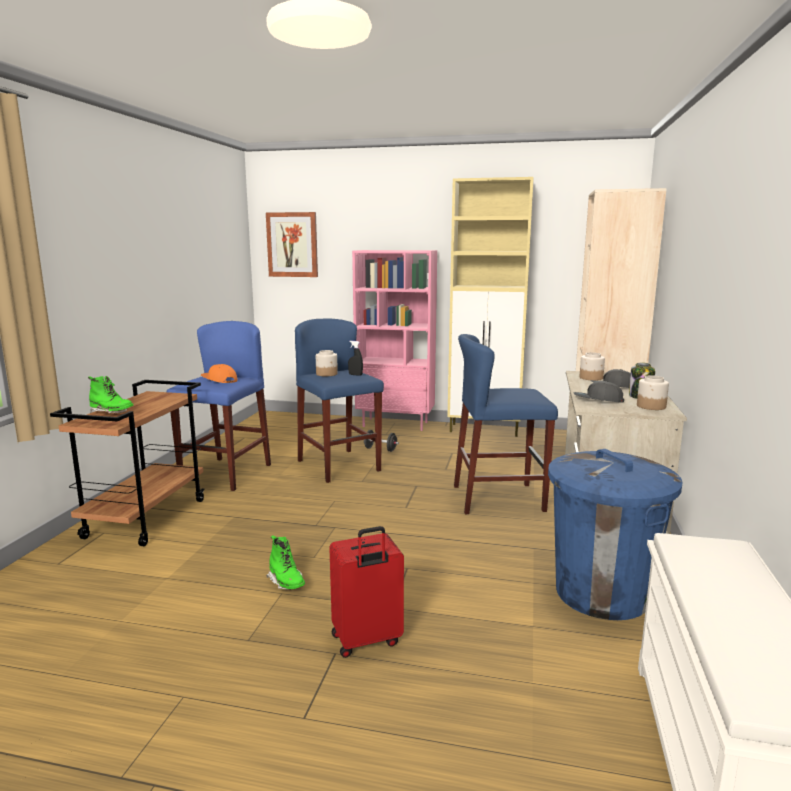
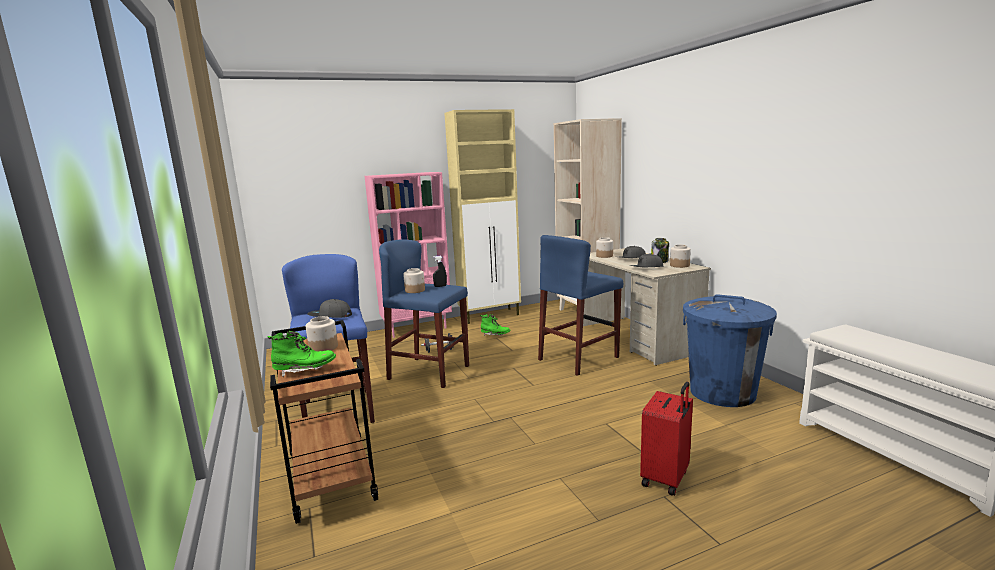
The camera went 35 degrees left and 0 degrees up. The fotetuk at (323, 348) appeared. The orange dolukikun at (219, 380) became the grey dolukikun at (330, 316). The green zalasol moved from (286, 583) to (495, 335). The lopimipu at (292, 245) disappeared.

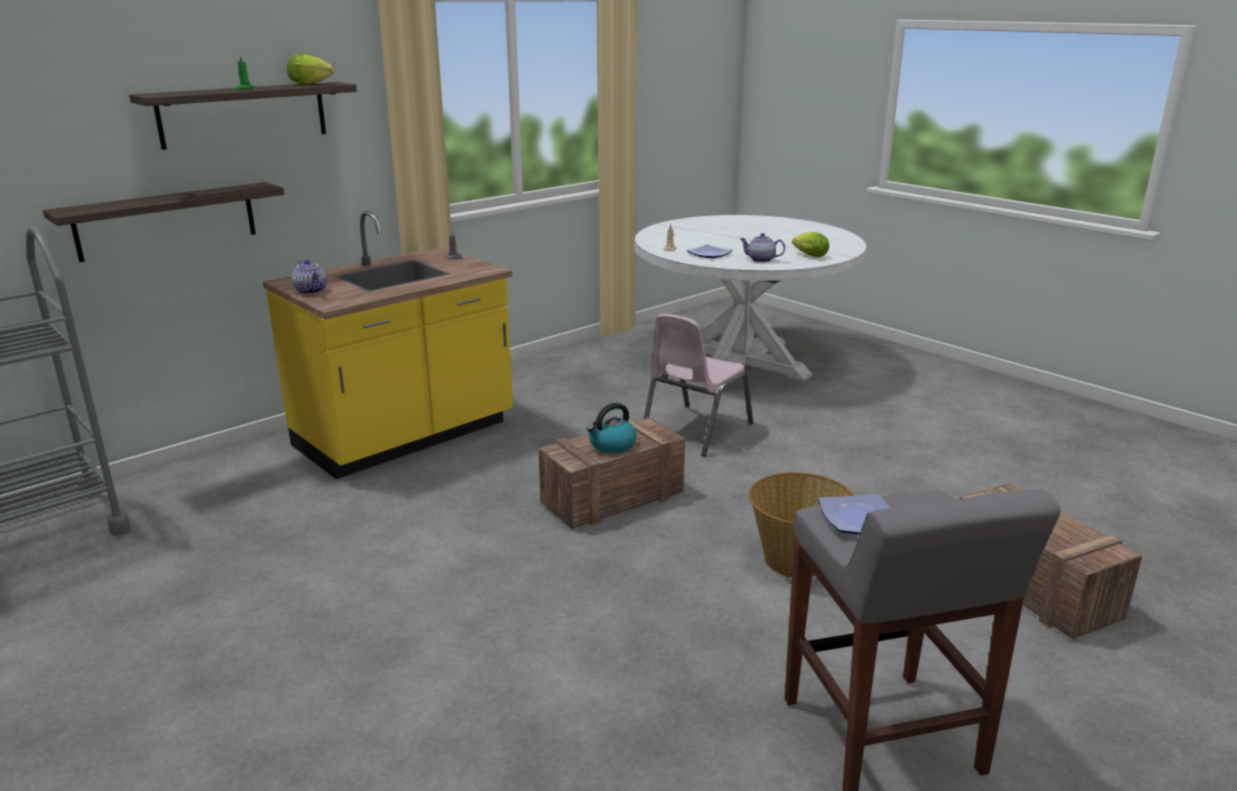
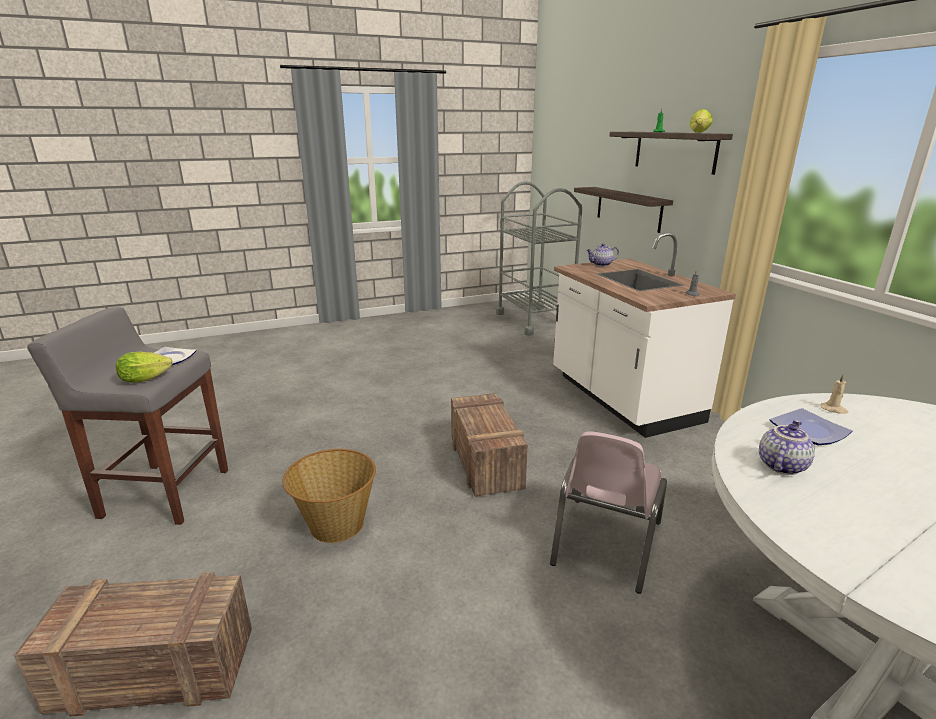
The camera went 110 degrees right and 0 degrees up. The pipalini moved from (808, 255) to (148, 379). The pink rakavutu at (695, 430) turned 120 degrees counterclockwise. The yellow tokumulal at (405, 436) became the white tokumulal at (622, 398). The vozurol at (612, 445) disappeared.

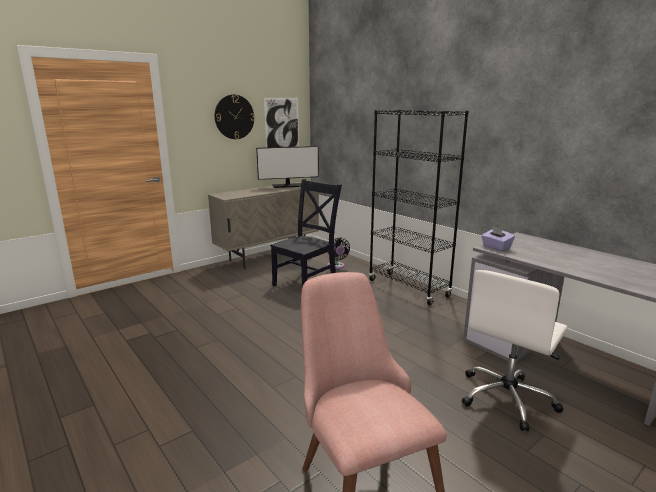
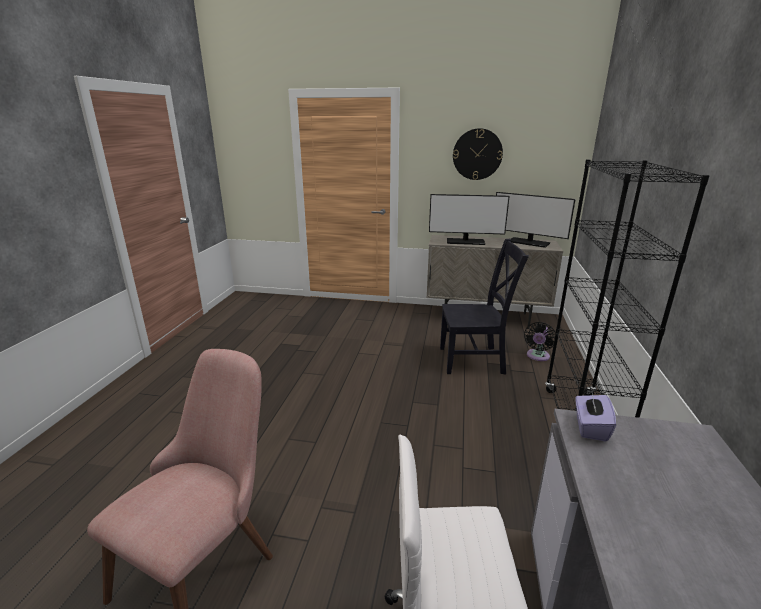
The camera went 50 degrees right and 5 degrees up. The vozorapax at (465, 242) appeared. The lopimipu at (282, 125) disappeared.

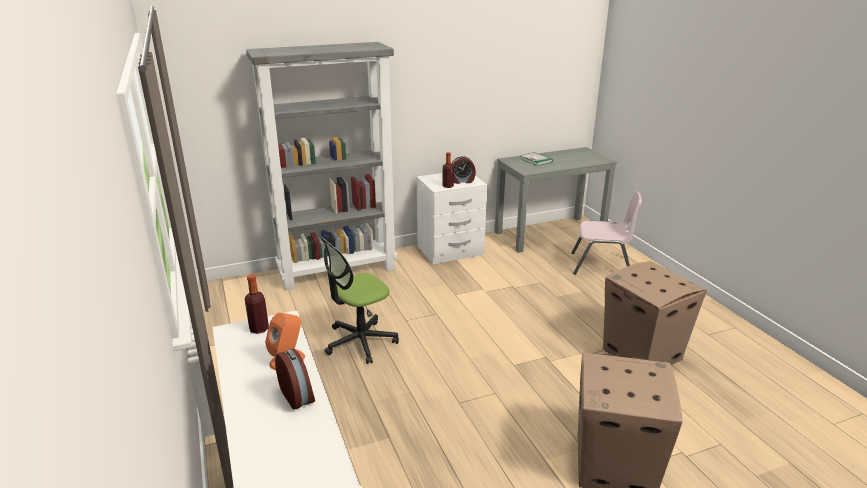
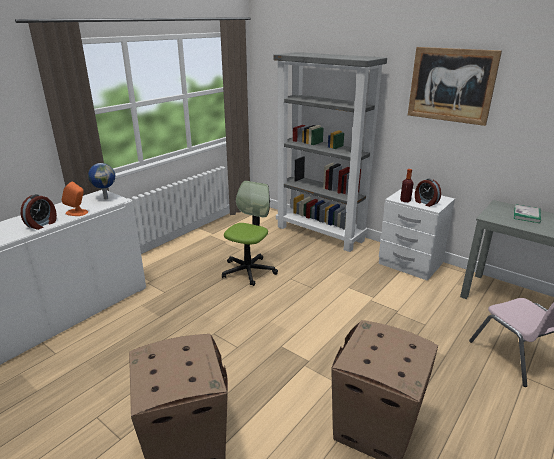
The camera went 60 degrees right and 0 degrees up. The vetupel at (259, 329) was replaced by the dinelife at (106, 198). The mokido at (360, 341) turned 90 degrees clockwise. The lopimipu at (451, 85) appeared.

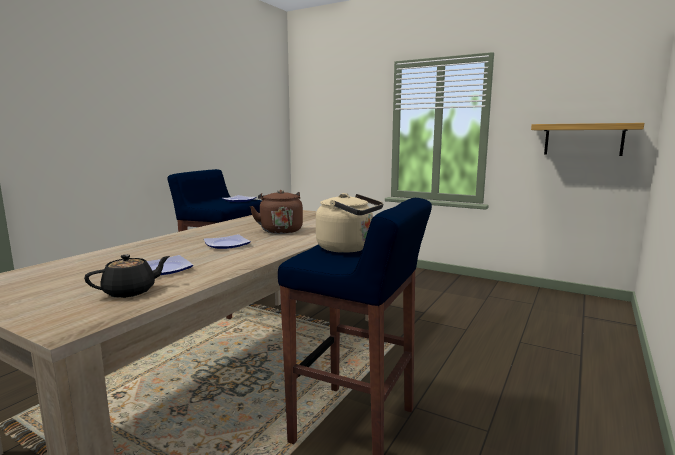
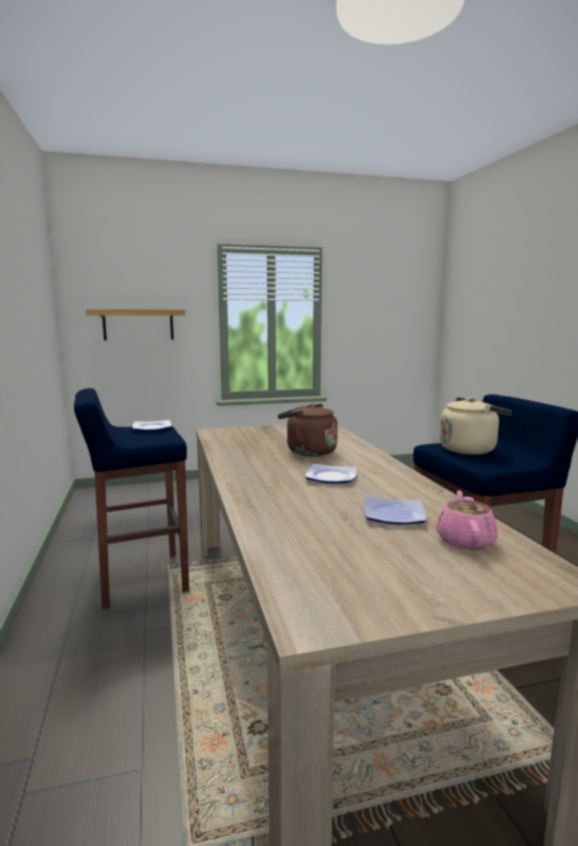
The camera went 45 degrees left and 0 degrees up. The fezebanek moved from (583, 139) to (138, 325). The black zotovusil at (131, 292) became the pink zotovusil at (465, 540).

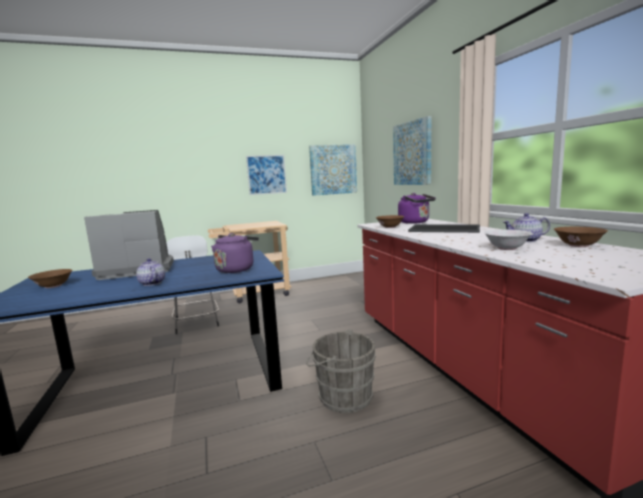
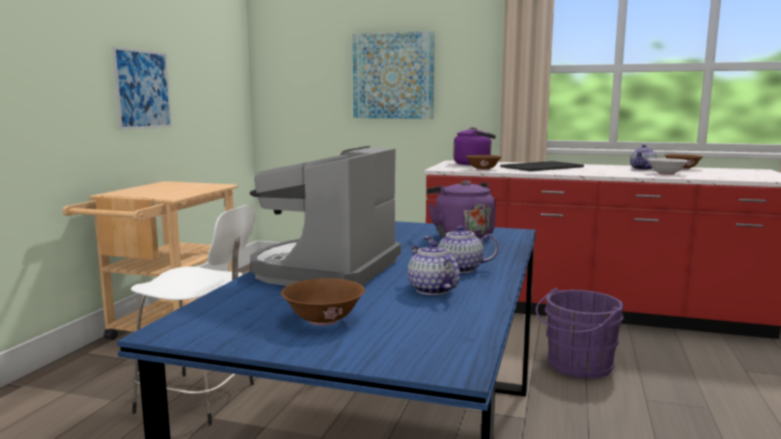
The camera went 55 degrees left and 0 degrees up. The zotovusil at (431, 290) appeared. The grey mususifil at (342, 396) became the purple mususifil at (577, 366). The lopimipu at (333, 169) disappeared.

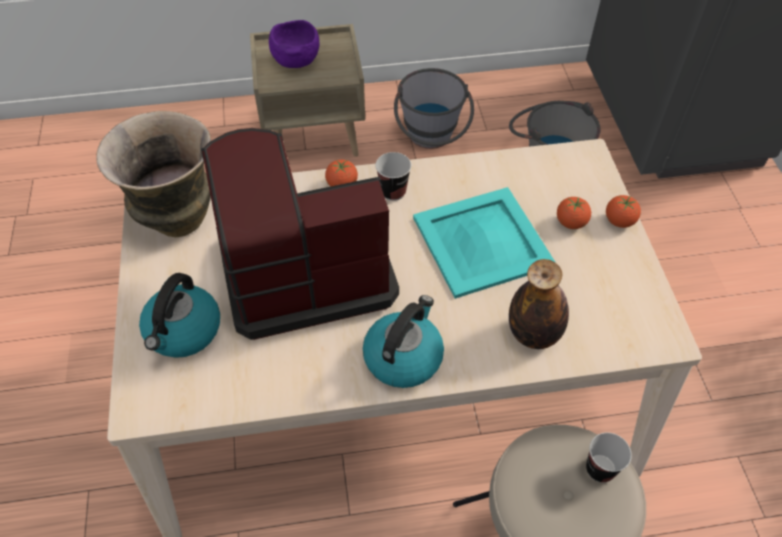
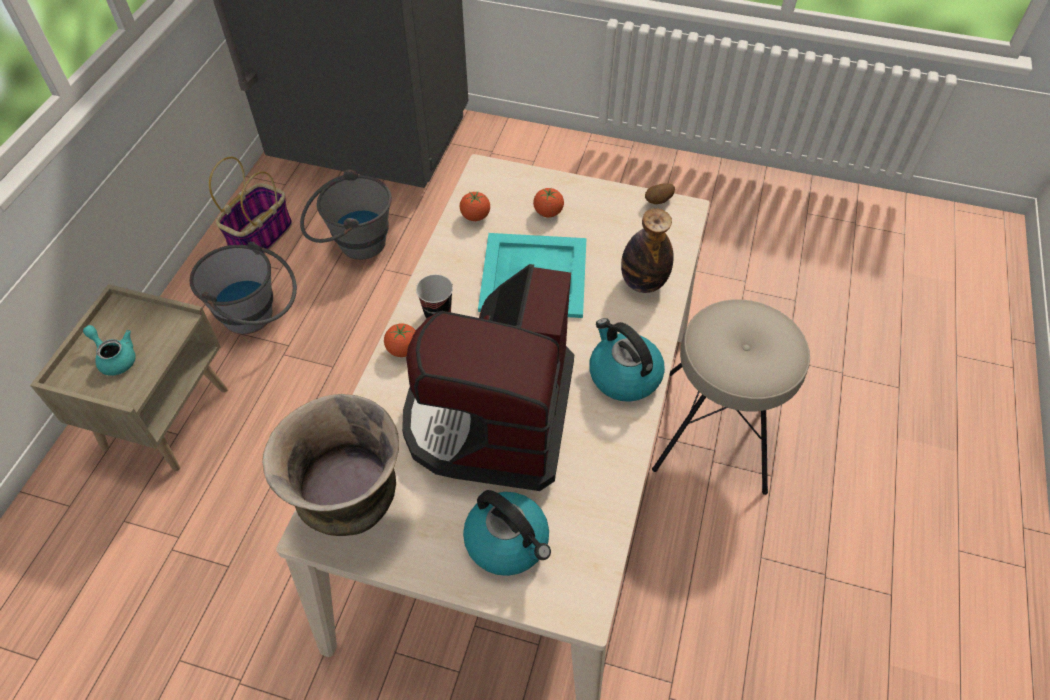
The camera went 65 degrees left and 0 degrees up. The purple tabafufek at (296, 61) was replaced by the turquoise zotovusil at (115, 358). The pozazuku at (261, 236) appeared. The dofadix moved from (619, 221) to (475, 216). The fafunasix at (658, 201) appeared. The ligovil at (600, 469) disappeared.

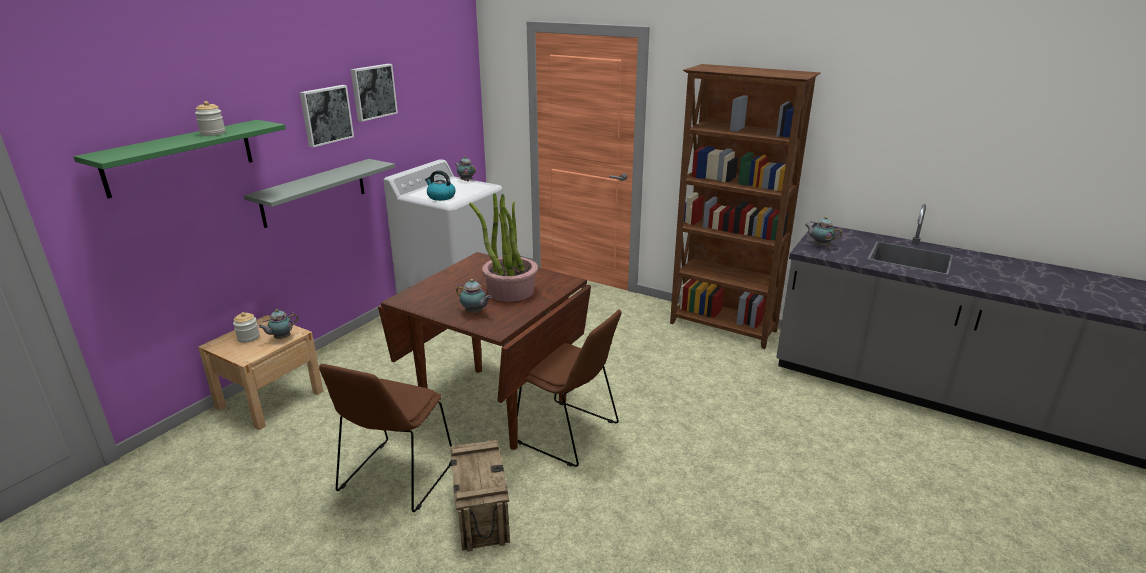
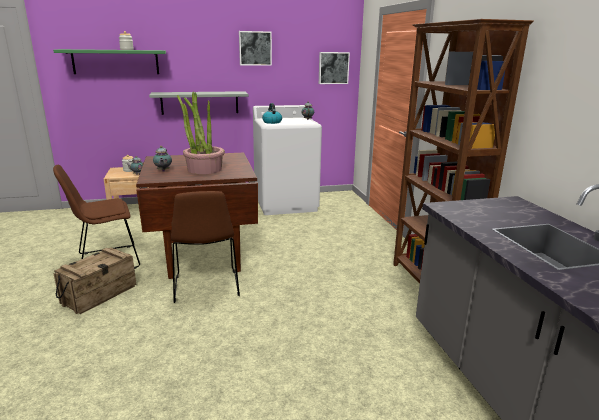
The camera went 45 degrees right and 5 degrees down. The lopimipu moved from (325, 115) to (333, 68). The zotovusil at (820, 245) disappeared.

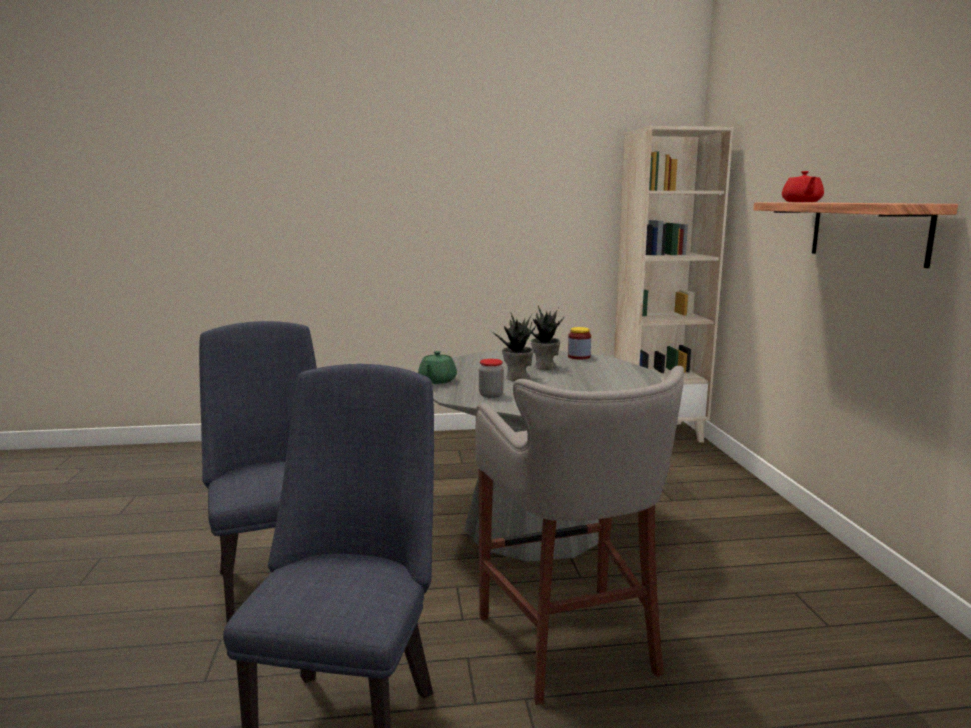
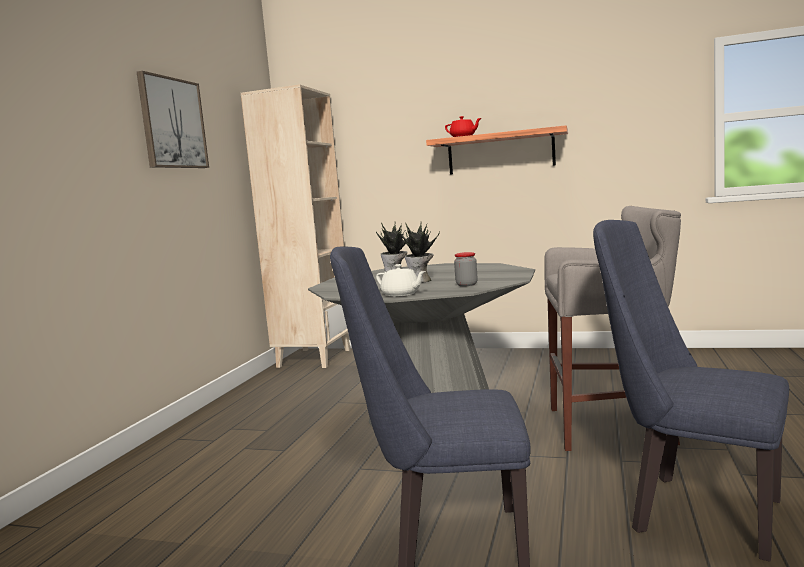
The camera went 65 degrees left and 5 degrees down. The lopimipu at (172, 123) appeared. The green zotovusil at (437, 381) became the white zotovusil at (401, 294). The fotetuk at (579, 357) disappeared.

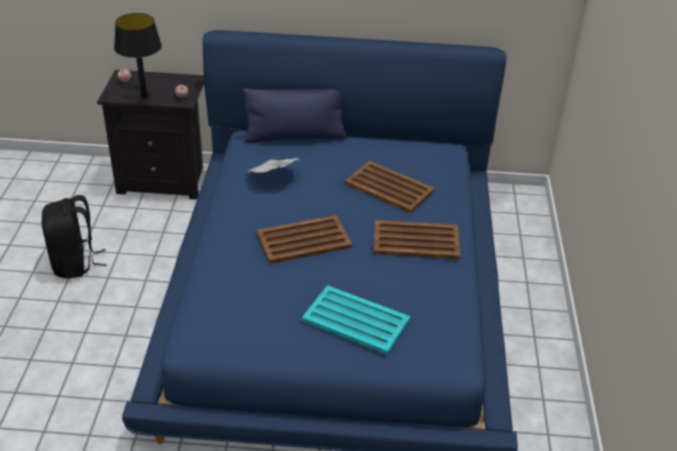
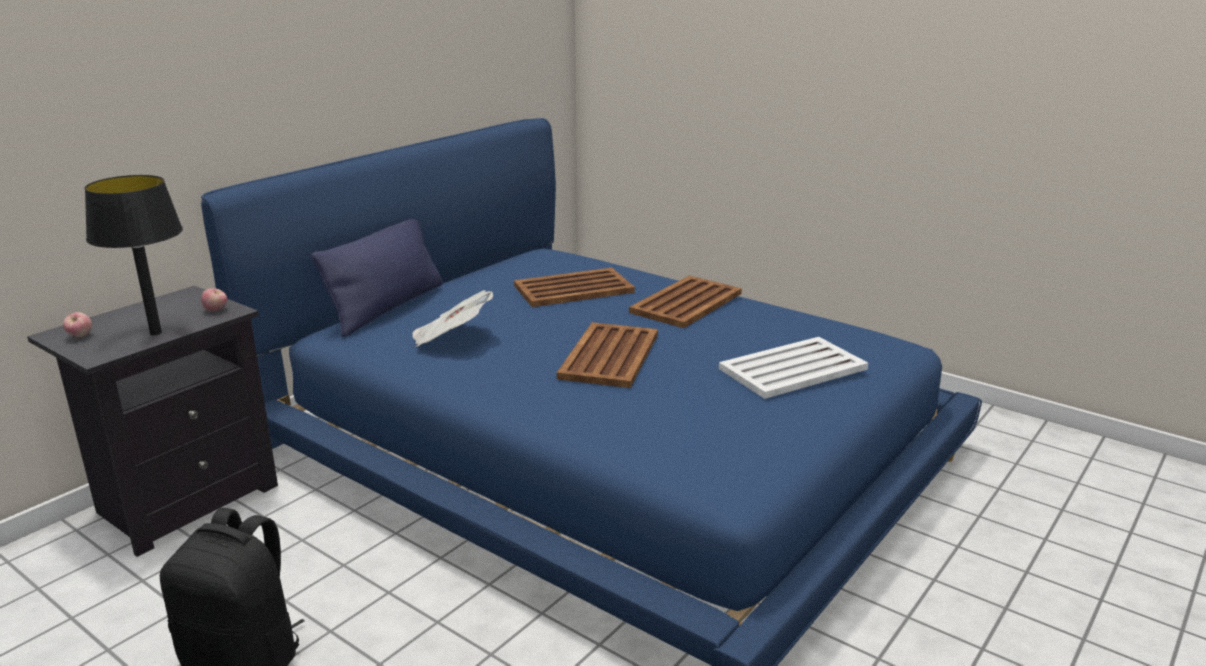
The camera went 55 degrees left and 15 degrees down. The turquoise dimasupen at (355, 320) became the white dimasupen at (791, 369).

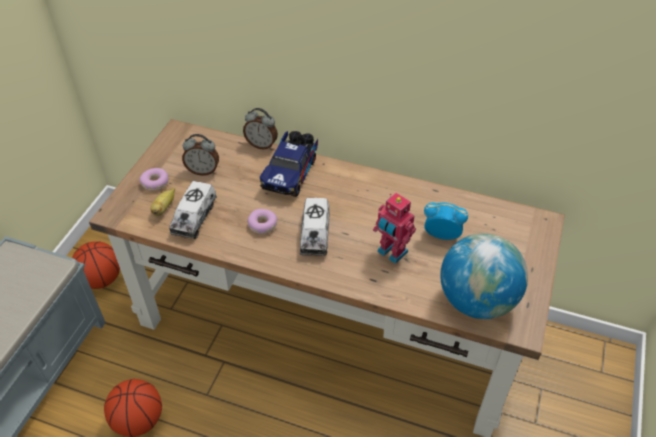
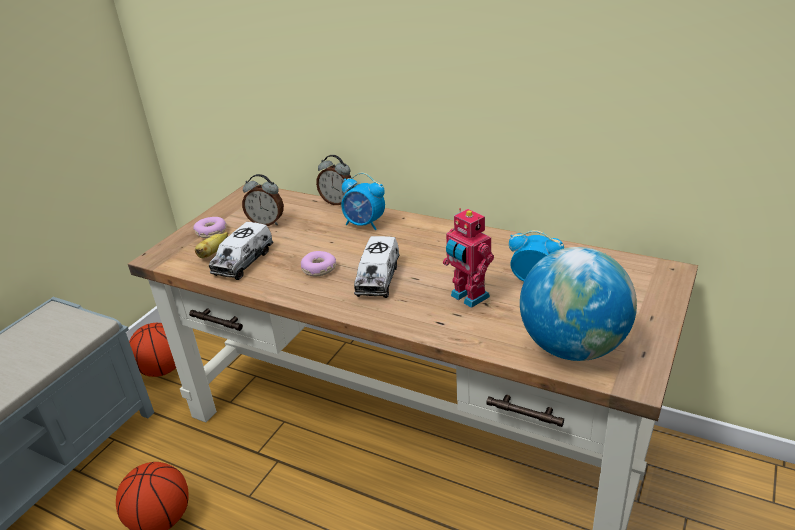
The camera went 10 degrees right and 15 degrees down. The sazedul at (291, 172) was replaced by the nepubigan at (364, 224).

